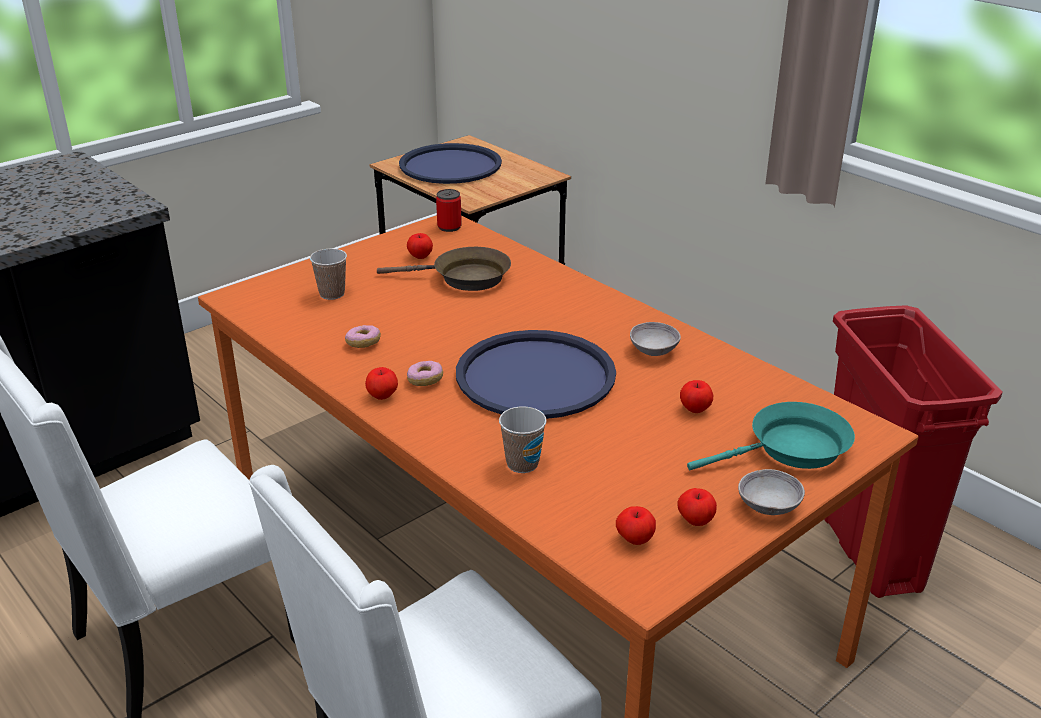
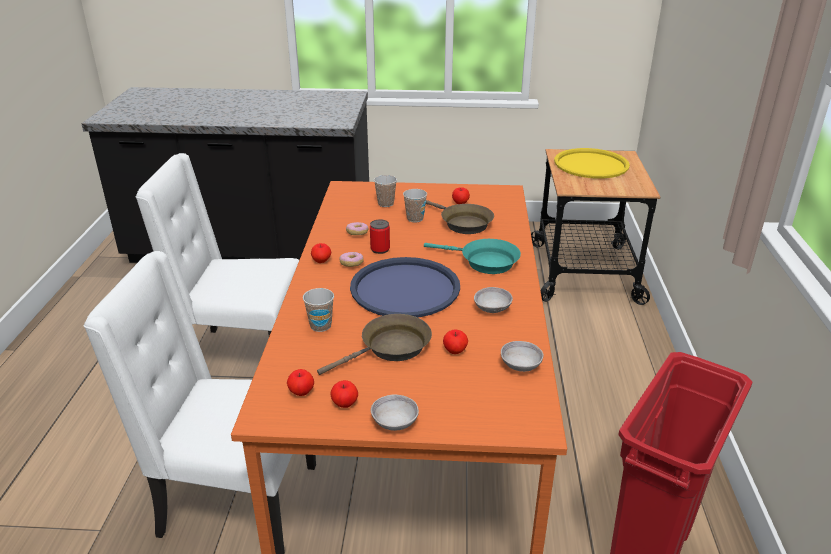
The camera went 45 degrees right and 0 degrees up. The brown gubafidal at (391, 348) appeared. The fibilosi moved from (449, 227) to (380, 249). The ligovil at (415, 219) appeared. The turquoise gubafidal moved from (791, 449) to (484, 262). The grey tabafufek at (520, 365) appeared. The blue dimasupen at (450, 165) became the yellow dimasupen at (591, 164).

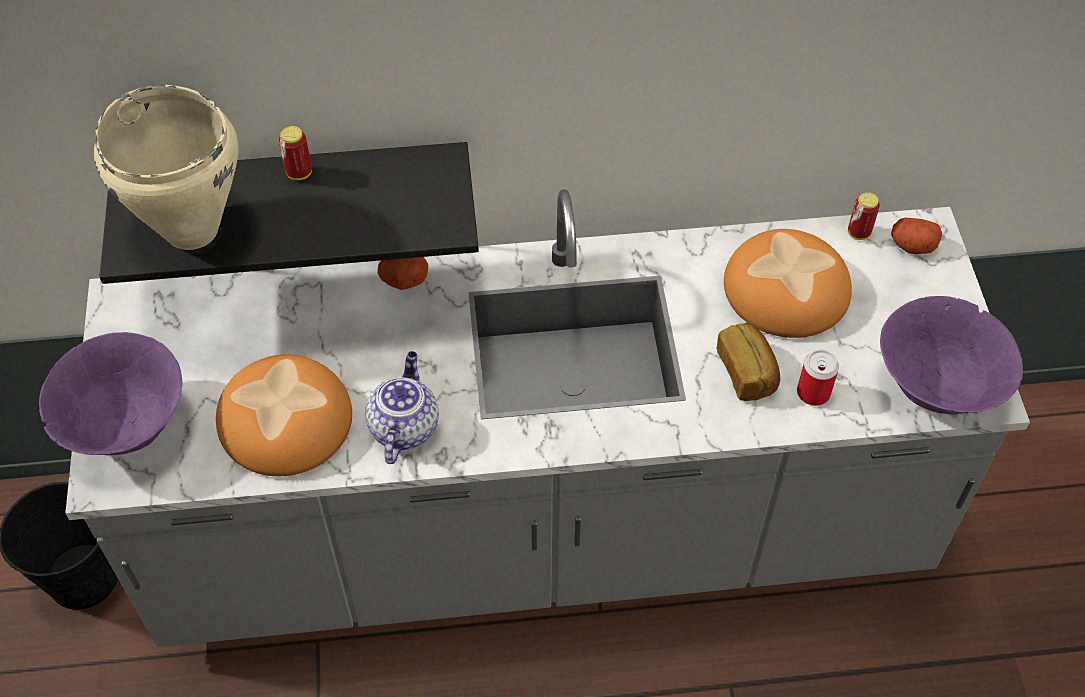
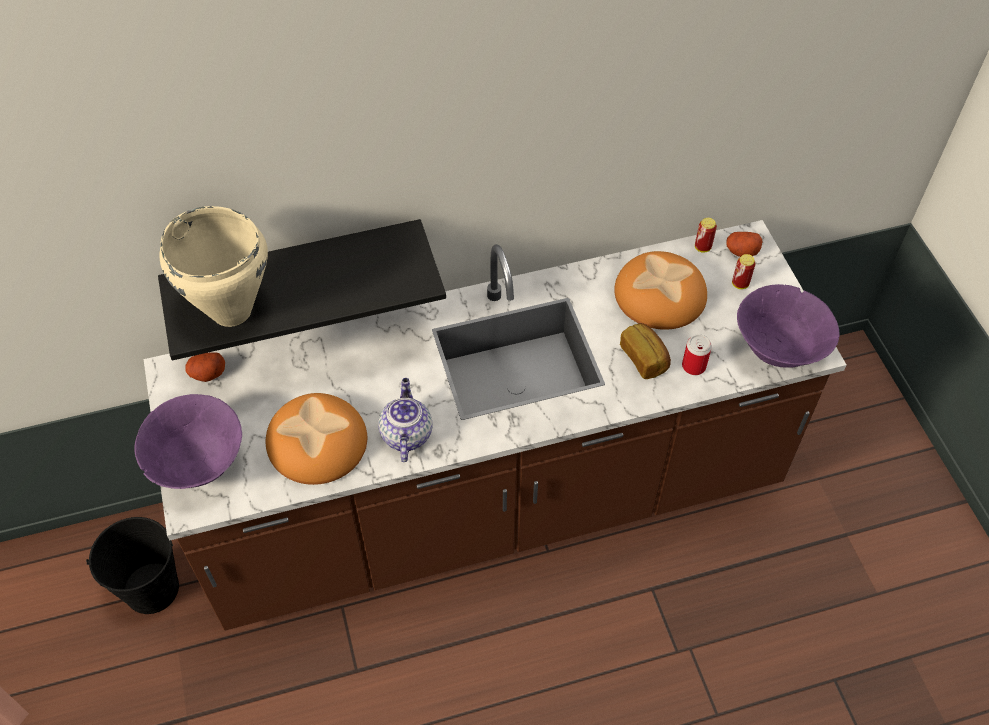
The camera went 10 degrees left and 0 degrees up. The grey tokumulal at (542, 535) became the brown tokumulal at (494, 502). The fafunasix moved from (403, 280) to (207, 373). The fibilosi moved from (299, 173) to (740, 284).

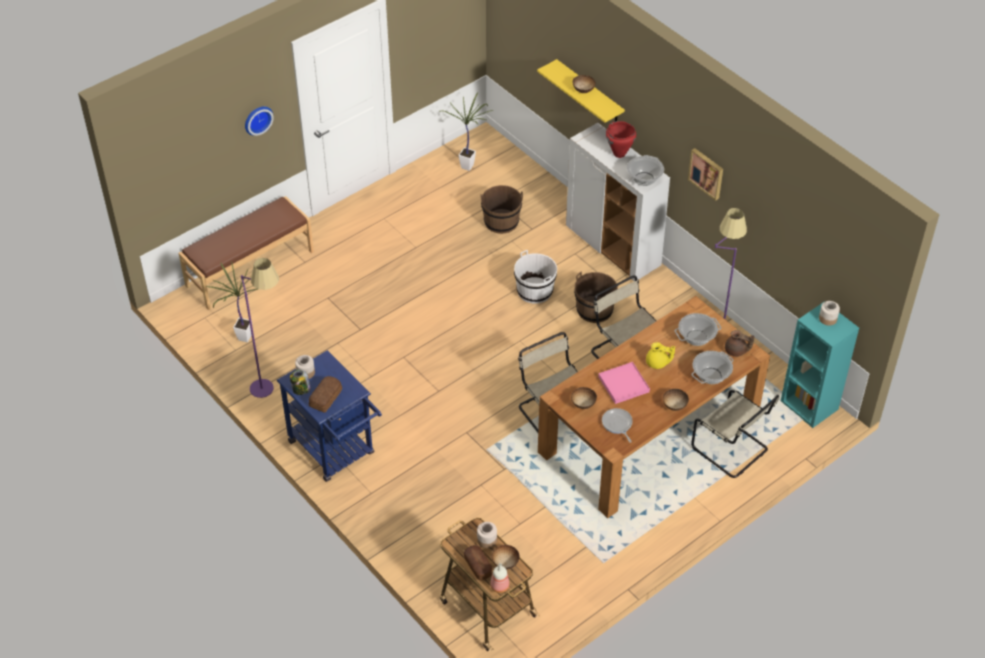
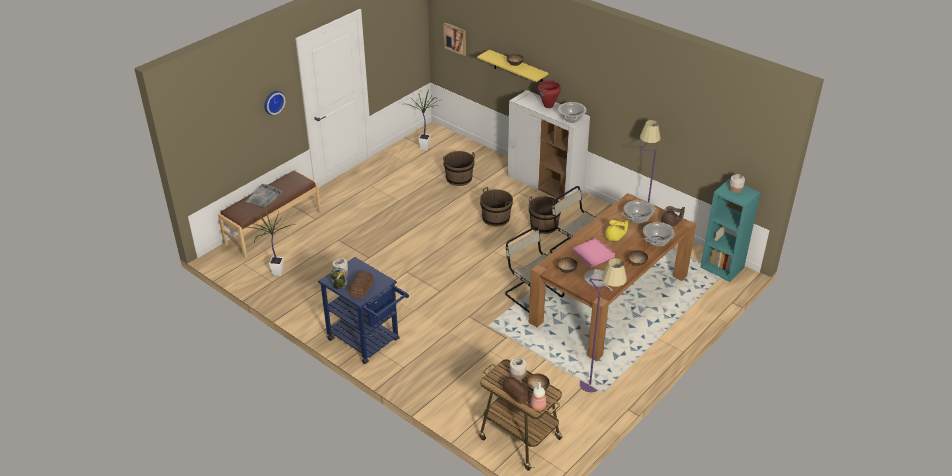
The camera went 10 degrees left and 10 degrees down. The grey dimasupen at (264, 197) appeared. The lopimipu moved from (707, 173) to (455, 38). The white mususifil at (535, 291) became the brown mususifil at (496, 218). The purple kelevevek moved from (271, 383) to (596, 379). The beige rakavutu at (732, 450) disappeared.

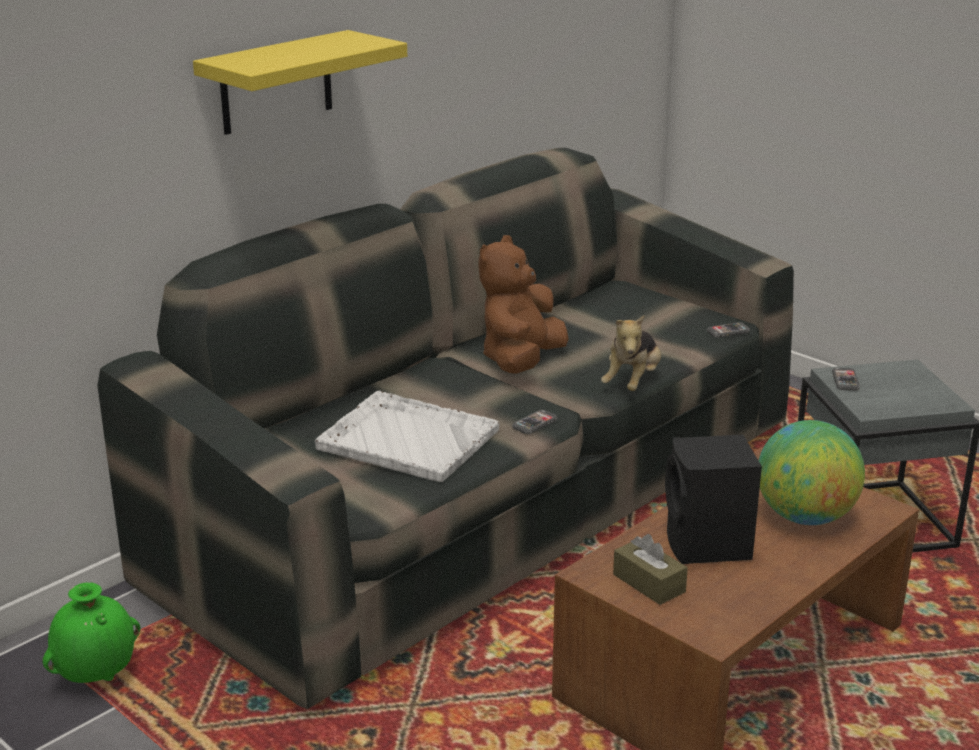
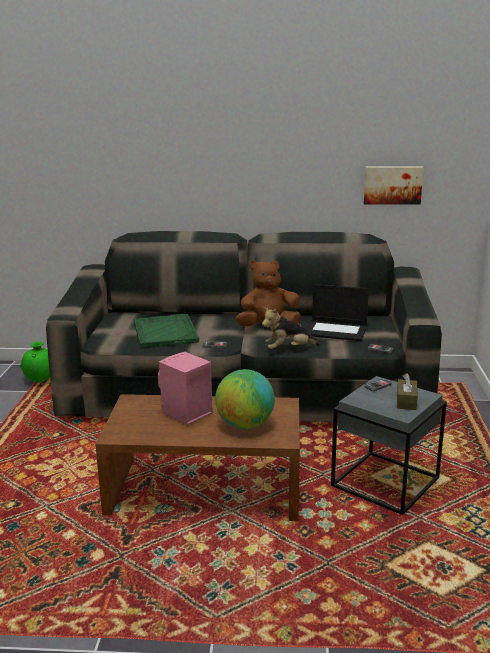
The camera went 50 degrees right and 5 degrees down. The white dimasupen at (406, 439) became the green dimasupen at (165, 332). The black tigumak at (708, 547) became the pink tigumak at (185, 413). The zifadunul at (336, 331) appeared. The lopimipu at (392, 185) appeared. The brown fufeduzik moved from (649, 583) to (406, 401). The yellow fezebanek at (276, 83) disappeared.

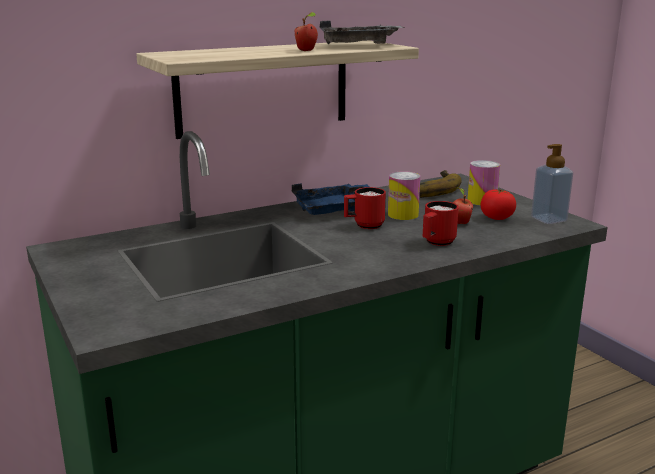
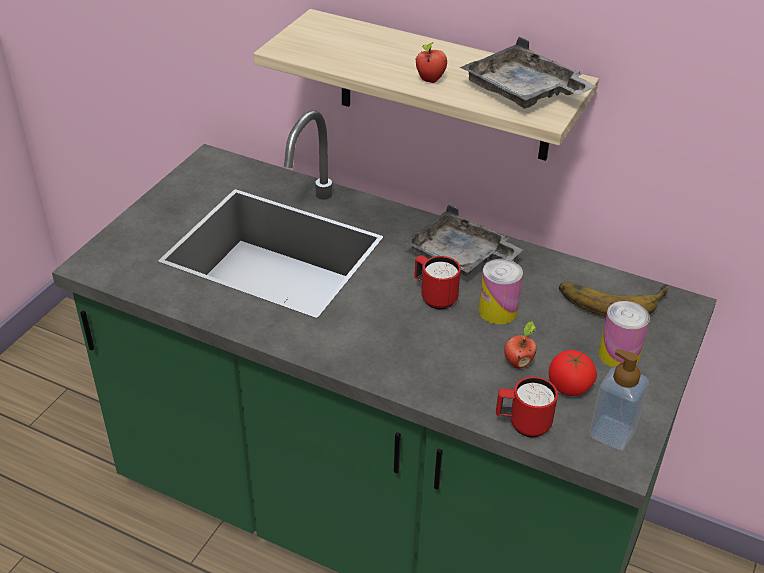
The camera went 55 degrees right and 20 degrees up. The blue dimasupen at (333, 209) became the grey dimasupen at (460, 257). The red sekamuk moved from (436, 243) to (522, 424).

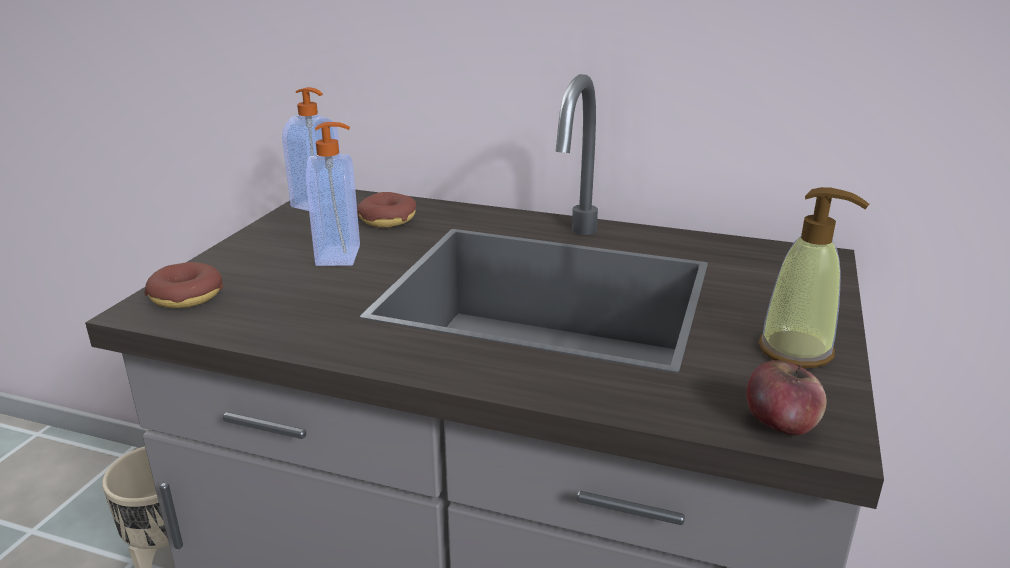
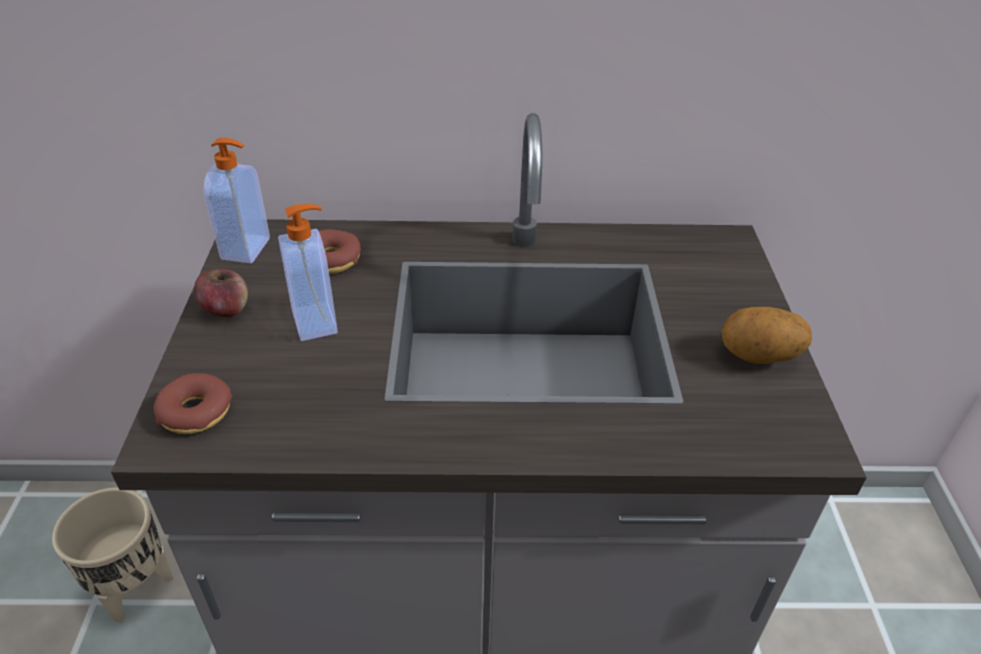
The camera went 20 degrees left and 15 degrees up. The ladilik moved from (780, 424) to (226, 309). The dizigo at (796, 350) was replaced by the fafunasix at (758, 357).

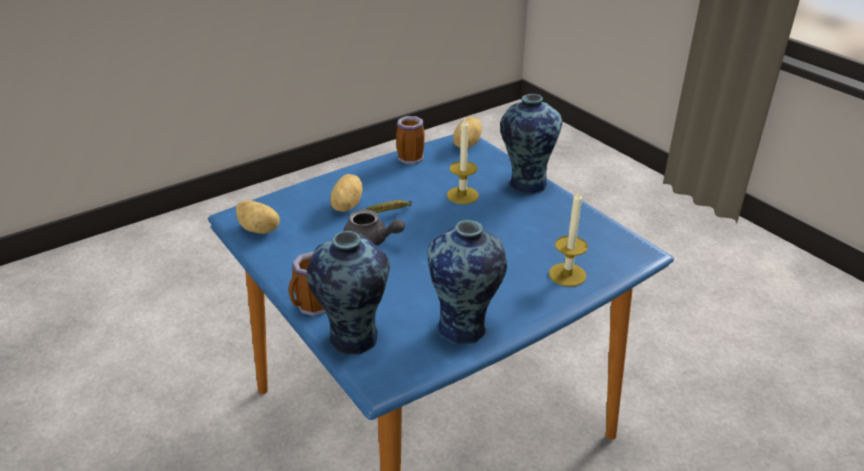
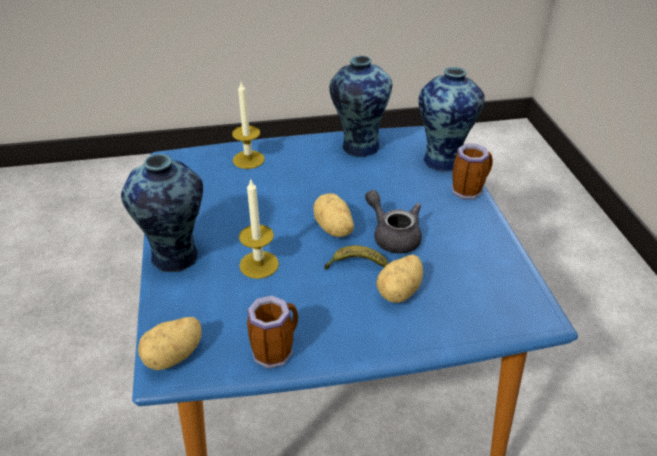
The camera went 155 degrees left and 5 degrees up. The fafunasix moved from (259, 229) to (333, 229).

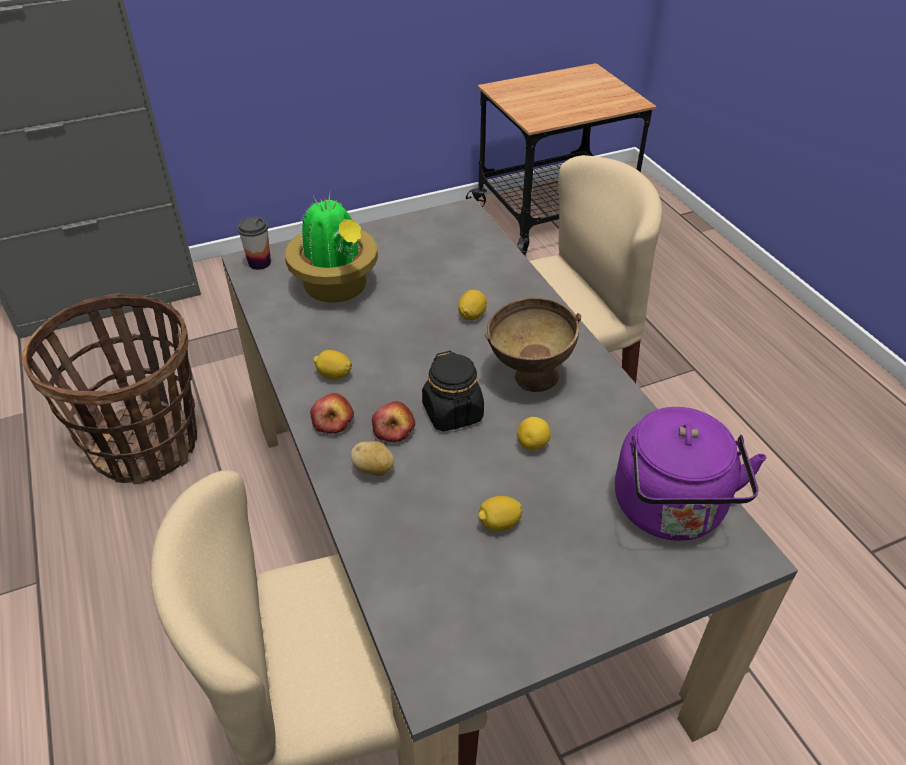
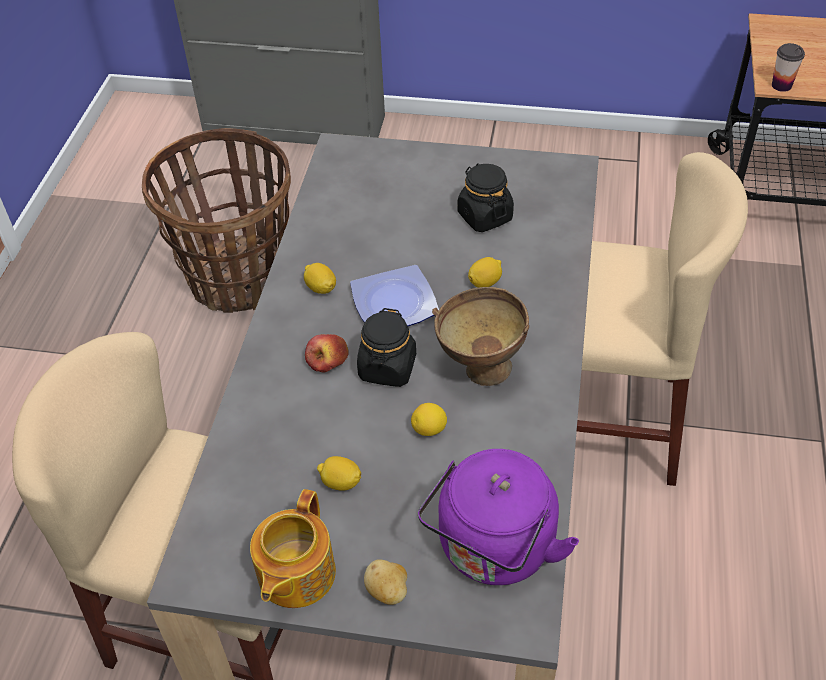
The camera went 35 degrees right and 5 degrees up. The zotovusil at (295, 574) appeared. The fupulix at (395, 302) appeared. The fafunasix moved from (374, 470) to (388, 591). The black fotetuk at (484, 216) appeared. The ligovil moved from (259, 263) to (781, 85). The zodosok at (337, 288) disappeared. The ladilik at (333, 421) disappeared.

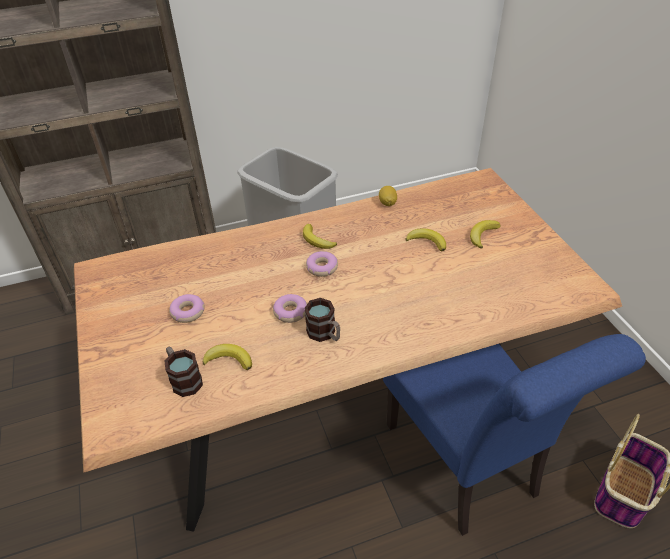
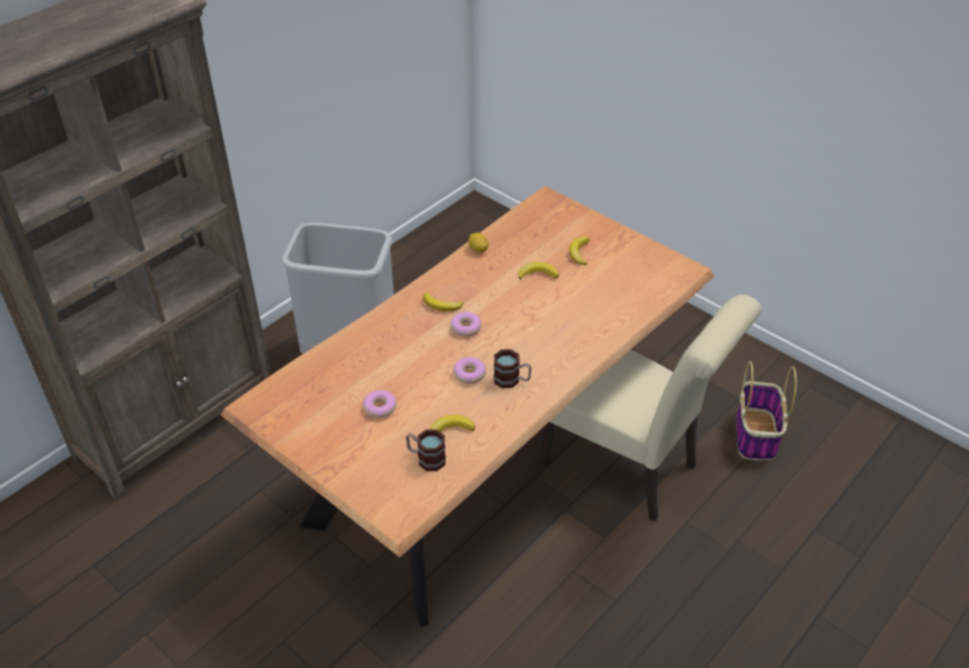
The camera went 30 degrees left and 0 degrees up. The blue rakavutu at (467, 466) became the beige rakavutu at (628, 468).

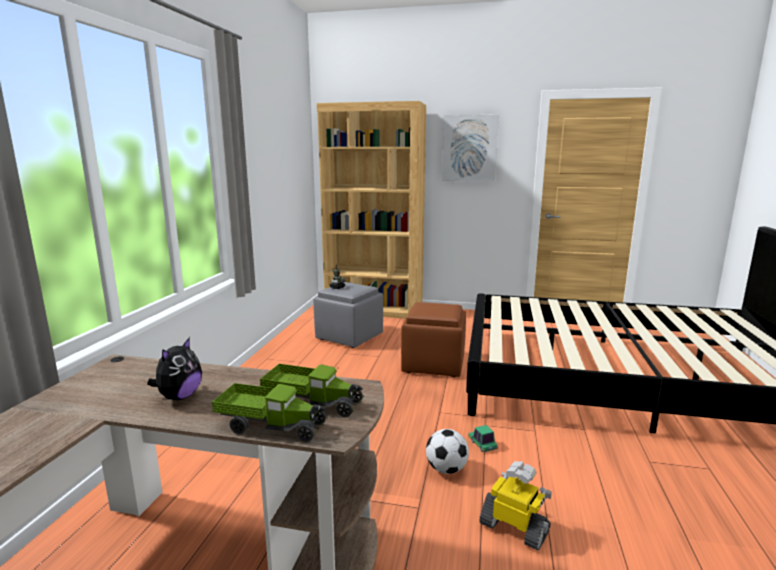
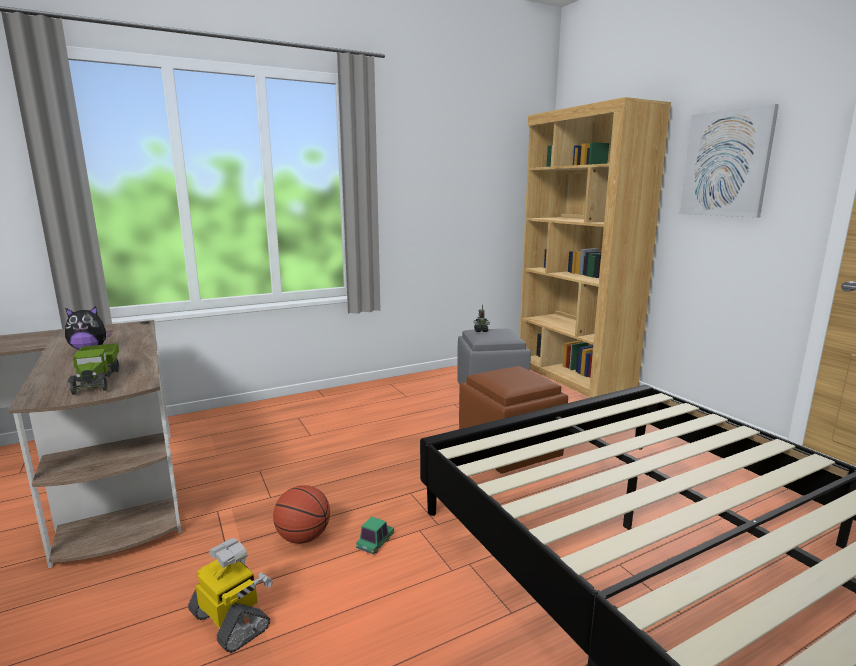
The camera went 50 degrees right and 0 degrees up. The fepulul at (515, 528) turned 45 degrees counterclockwise. The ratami at (446, 469) was replaced by the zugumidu at (303, 537). The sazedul at (271, 425) disappeared.

